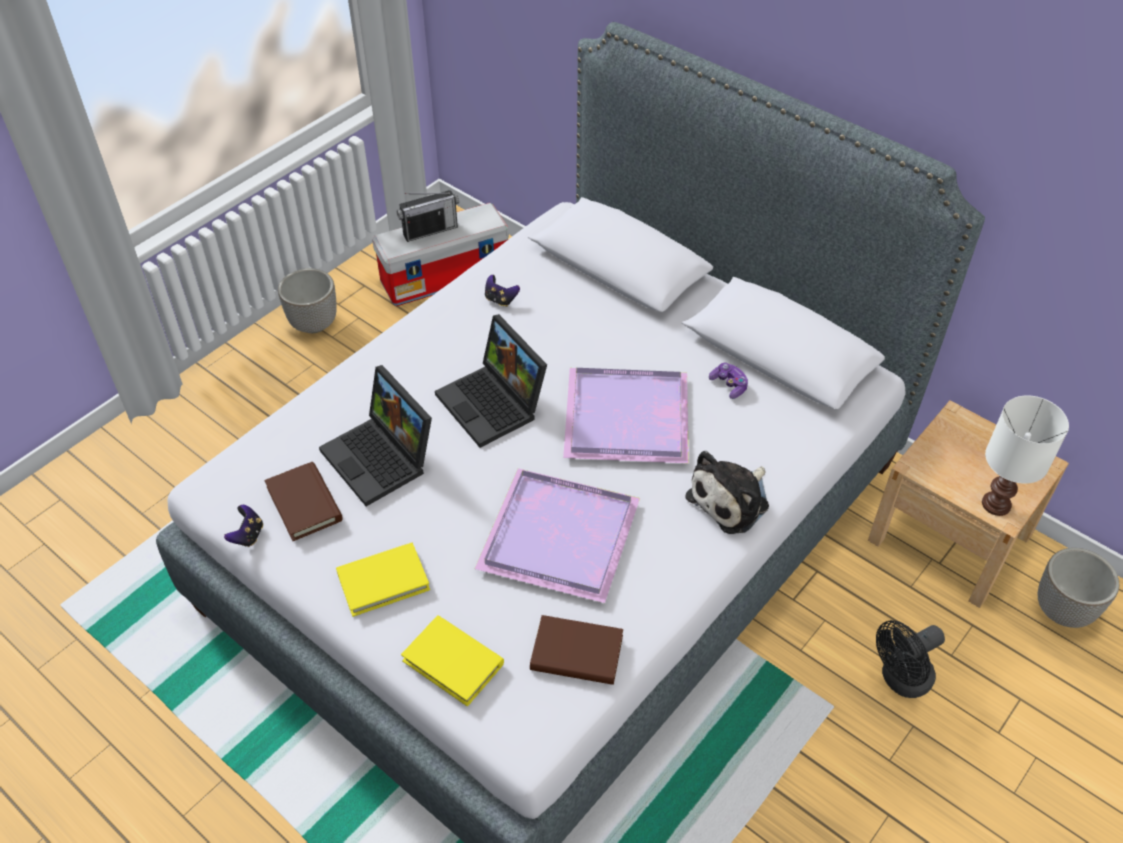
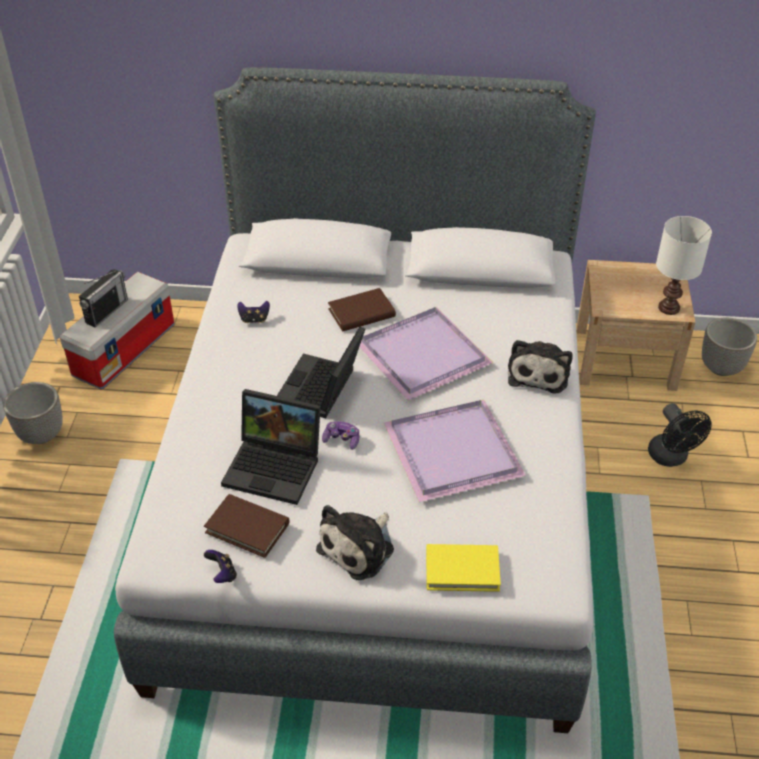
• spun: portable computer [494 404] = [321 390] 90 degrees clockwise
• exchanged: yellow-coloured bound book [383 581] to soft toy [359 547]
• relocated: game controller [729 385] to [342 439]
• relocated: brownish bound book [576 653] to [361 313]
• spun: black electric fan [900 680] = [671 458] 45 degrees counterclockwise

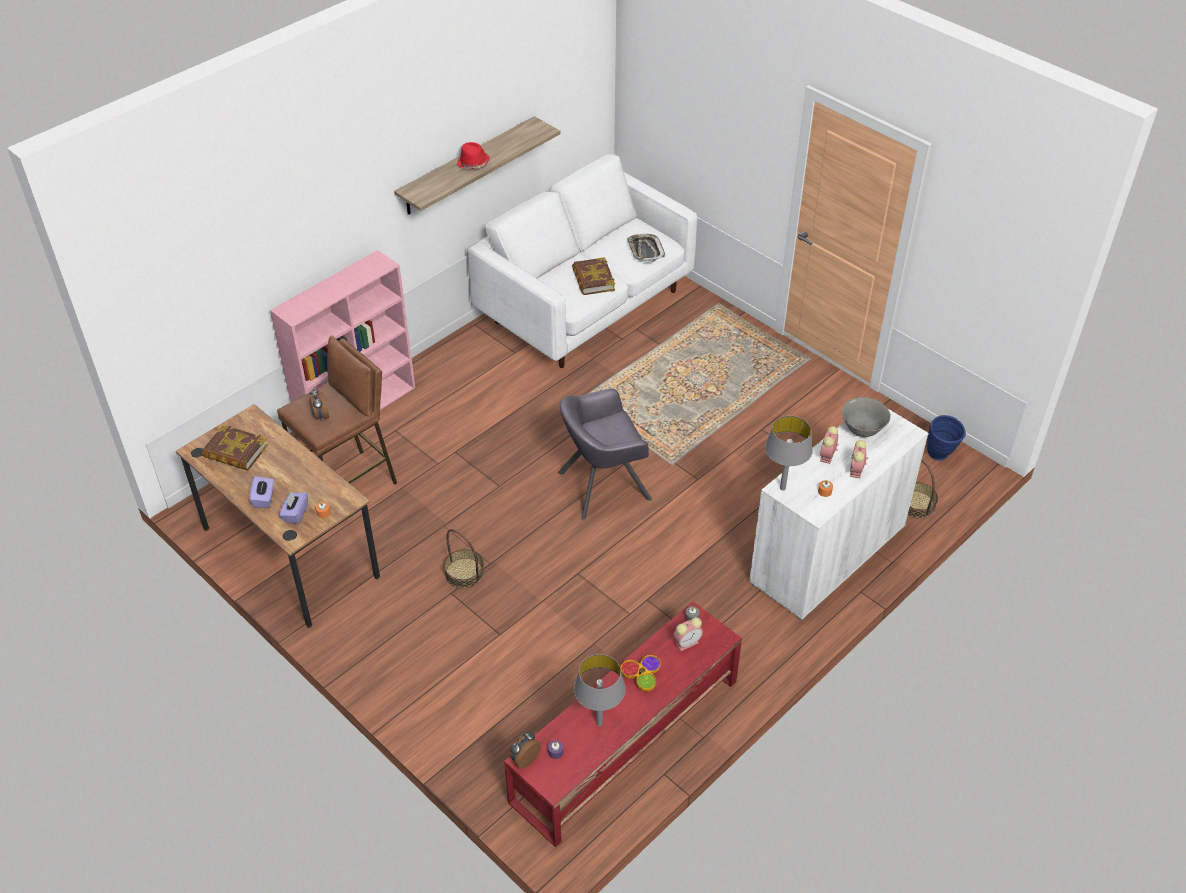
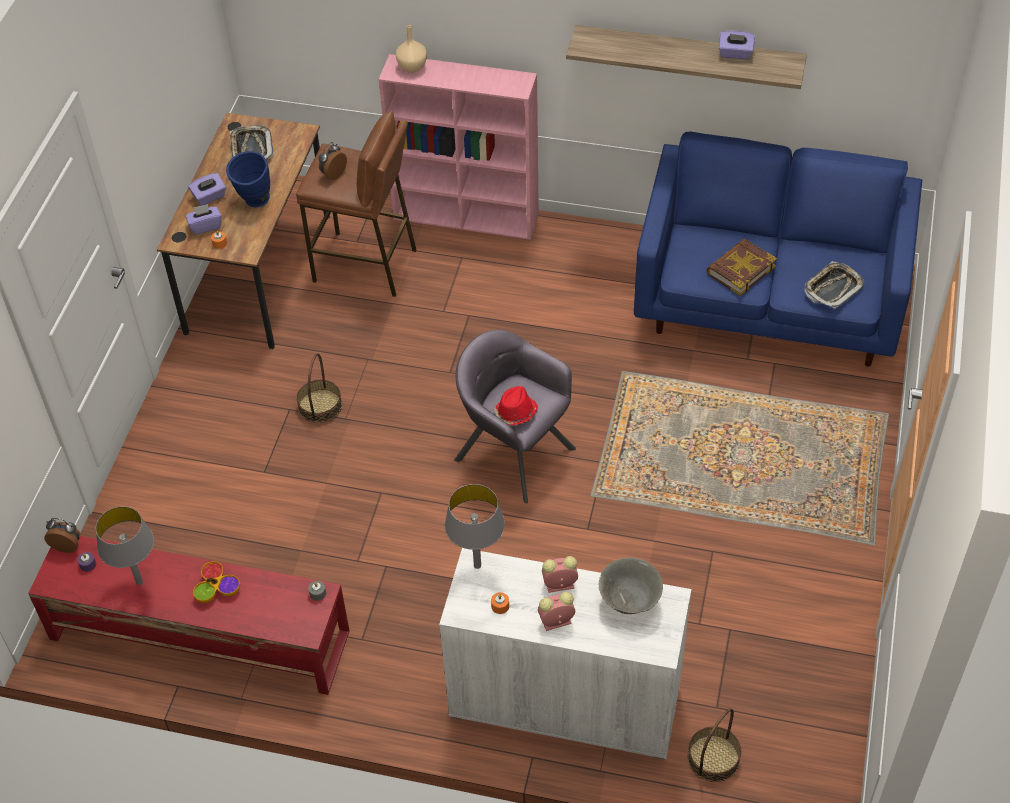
• relocated: blue vase [940 456] to [254 203]
• exchanged: bound book [235 452] to carrying tray [251 148]
• appeared: beige-coloured vase [411 67]
• relocated: red hat [473 164] to [515 413]
• colour: white-coloured couch [585 307] to blue couch [769 304]
• appeared: purplish tissue box [735 54]
• missing: table clock [687 642]

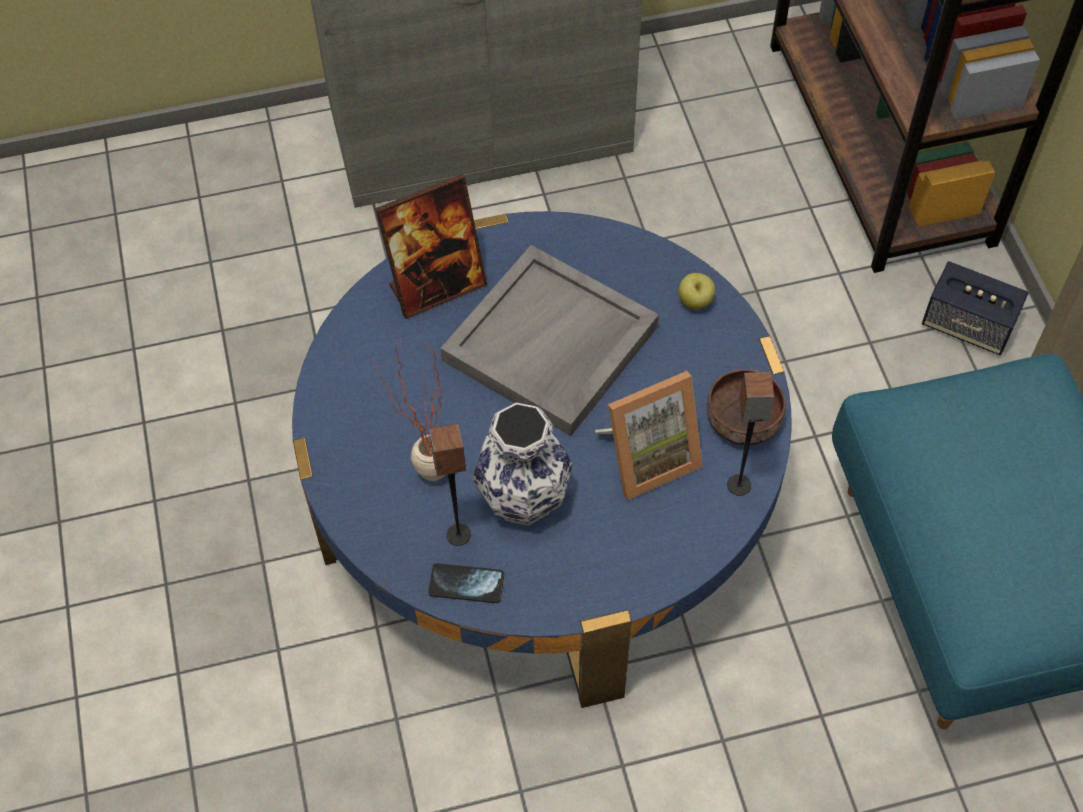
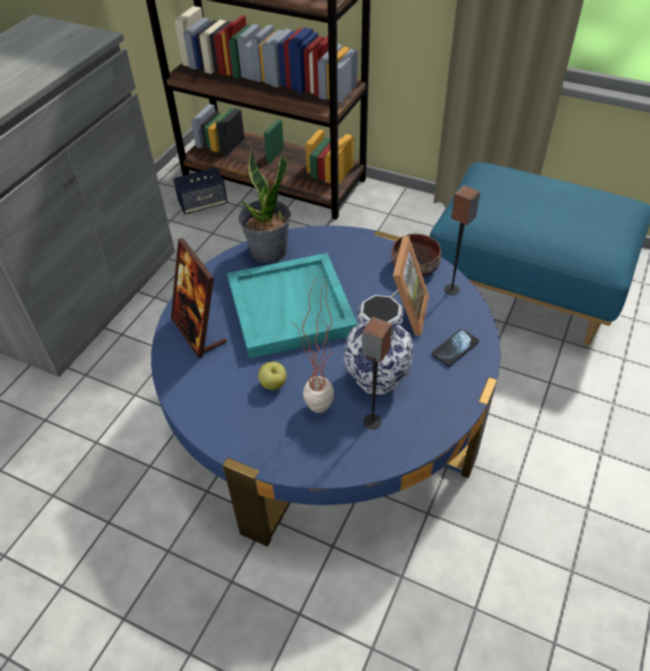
• spun: picture frame [437 287] = [199 331] 135 degrees clockwise
• relocated: loudspeaker [967 325] to [203 204]
• colour: gray carrying tray [550 345] to turquoise-coloured carrying tray [292 308]
• appeared: houseplant [268 251]
• relocated: apple fruit [695 302] to [273 384]
• relocated: telephone [466 584] to [455 348]

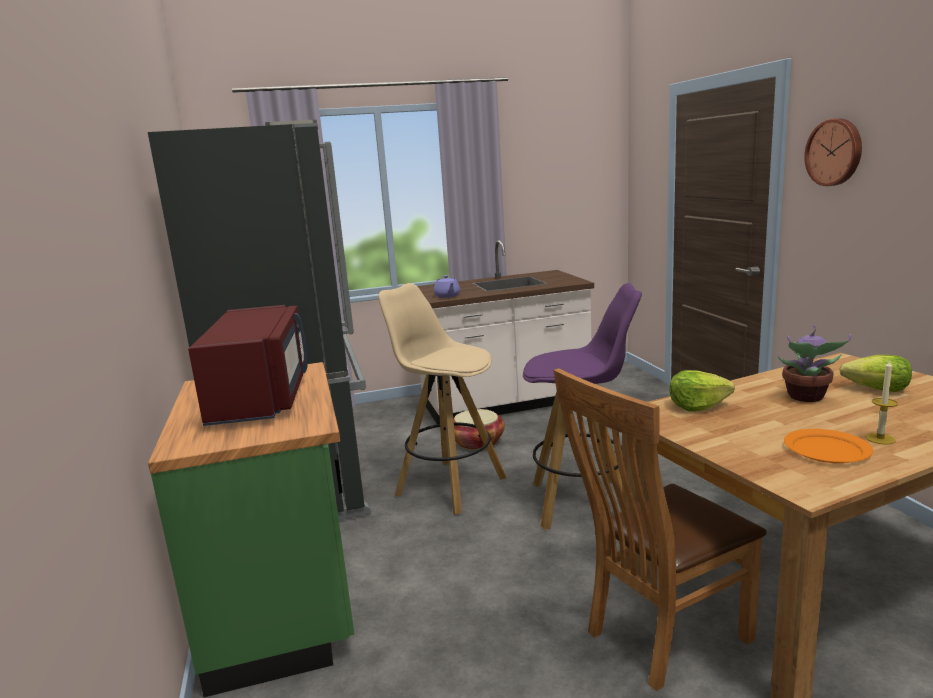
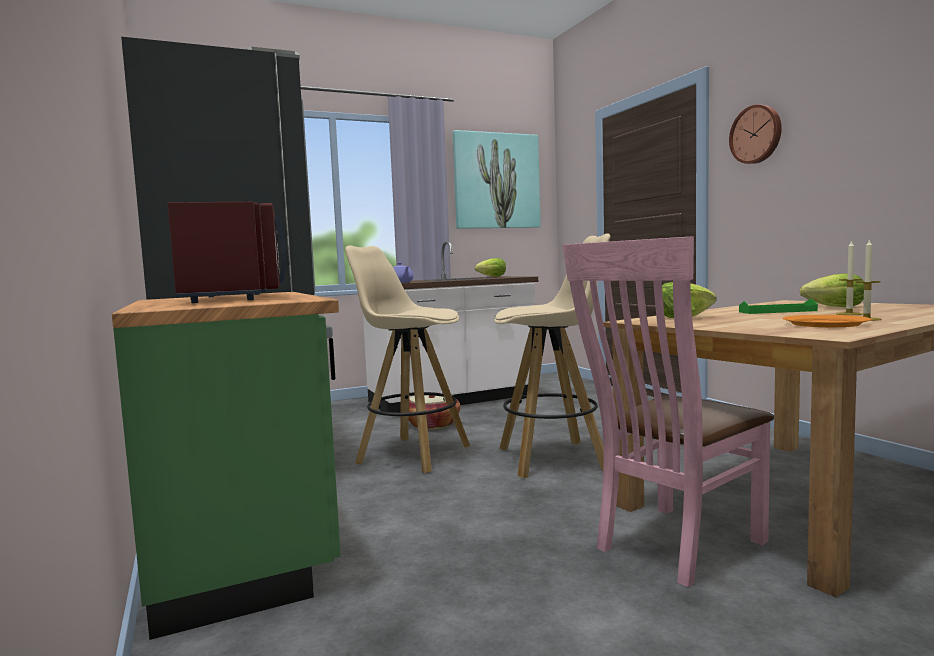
• appeared: wall picture [496 181]
• appeared: head of lettuce [492 276]
• colour: purplish sitting stool [583 503] to beige-coloured sitting stool [554 459]
• colour: brownish upright chair [659 637] to pinkish upright chair [672 546]
• exchanged: houseplant [806 397] to green-coloured carrying tray [777 311]
• appeared: wax light [849 314]

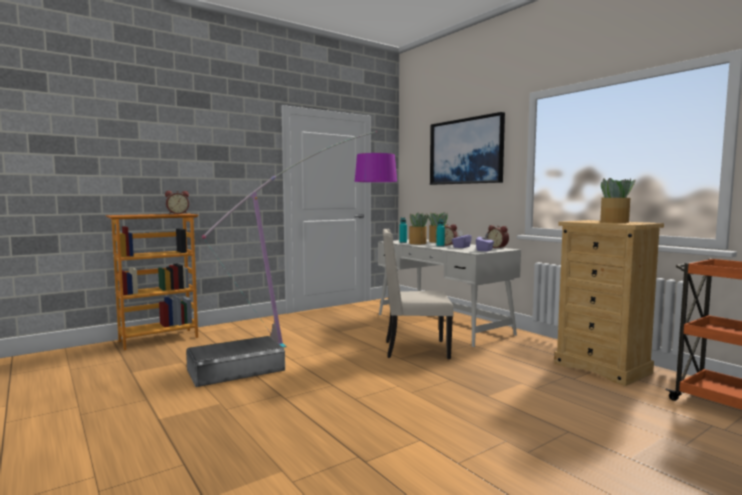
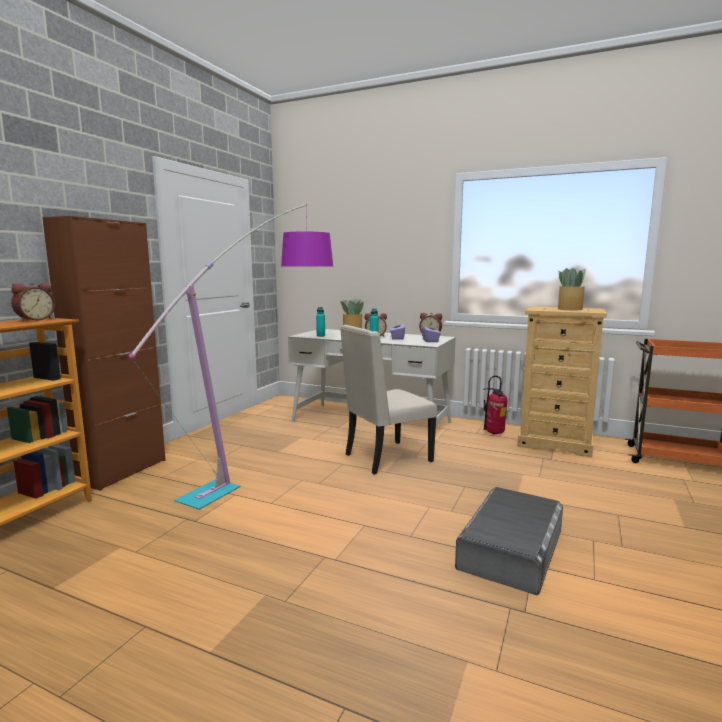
• appeared: brownish cabinet [122 471]
• relocated: gray storage container [236 370] to [510 548]
• appeared: extinguisher [494 433]
• missing: houseplant [417 243]
• missing: wall picture [466 151]

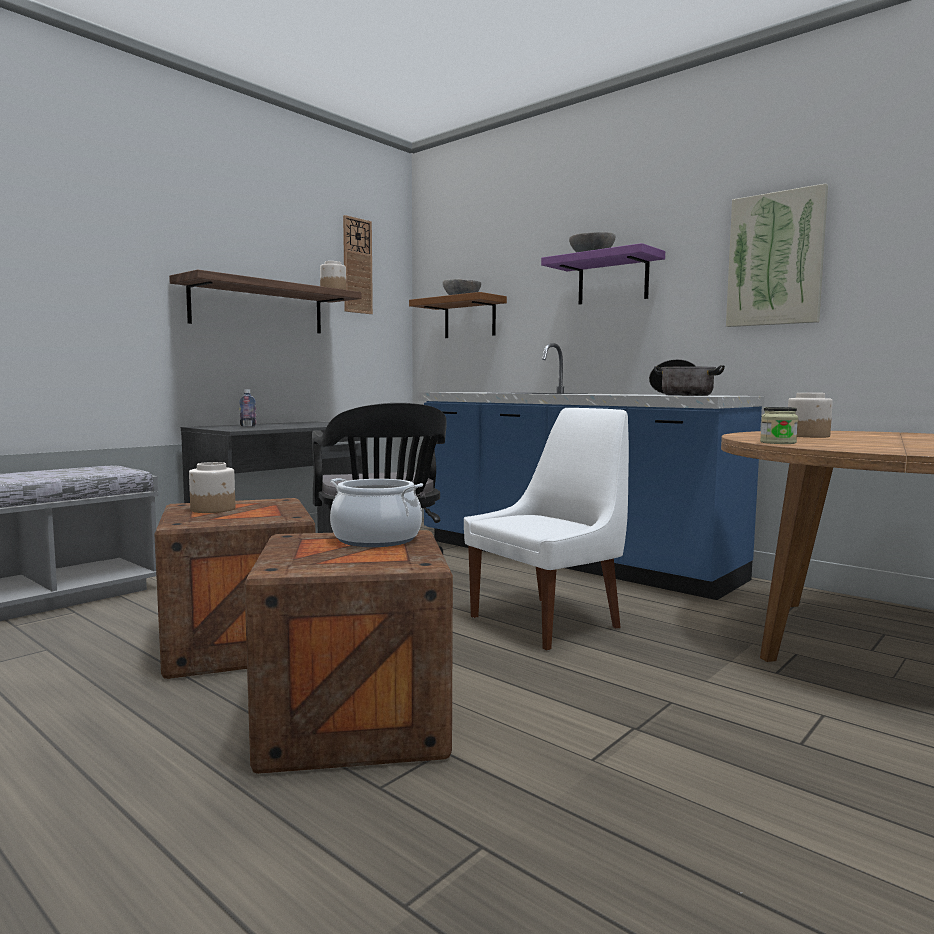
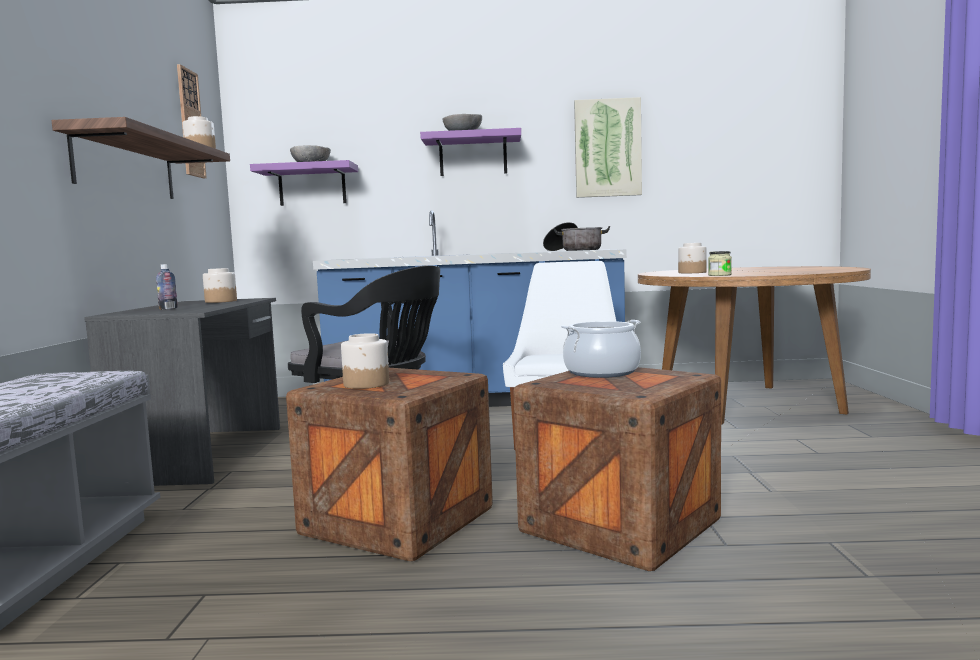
• appeared: storage jar [220 301]
• colour: brownish wall shelf [470 318] to purplish wall shelf [312 185]

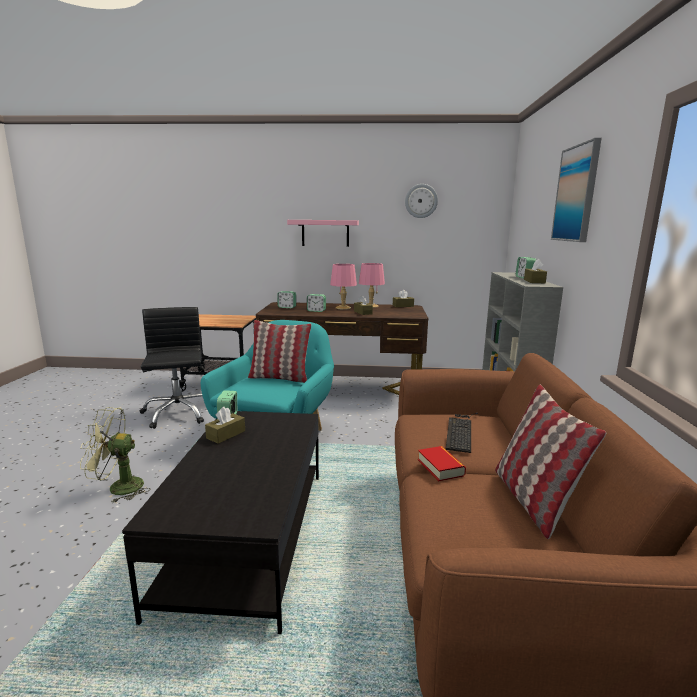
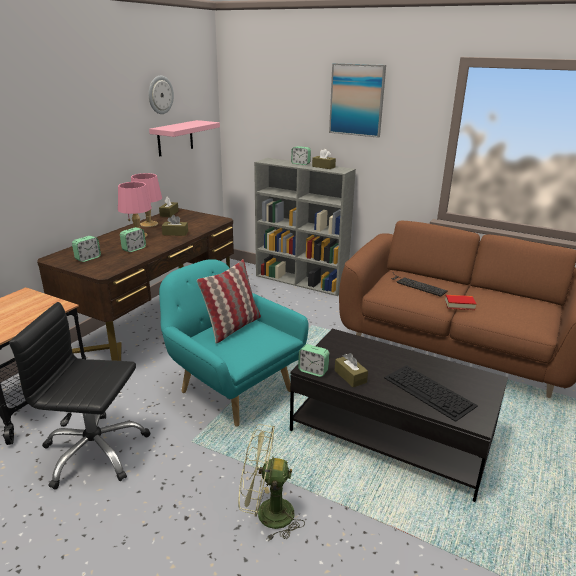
• relocated: pinkish wall shelf [325 233] to [175 138]
• spun: green-coloured electric fan [118 488] = [266 514] 75 degrees clockwise
• appeared: PC keyboard [430 391]
• missing: cushion [533 500]

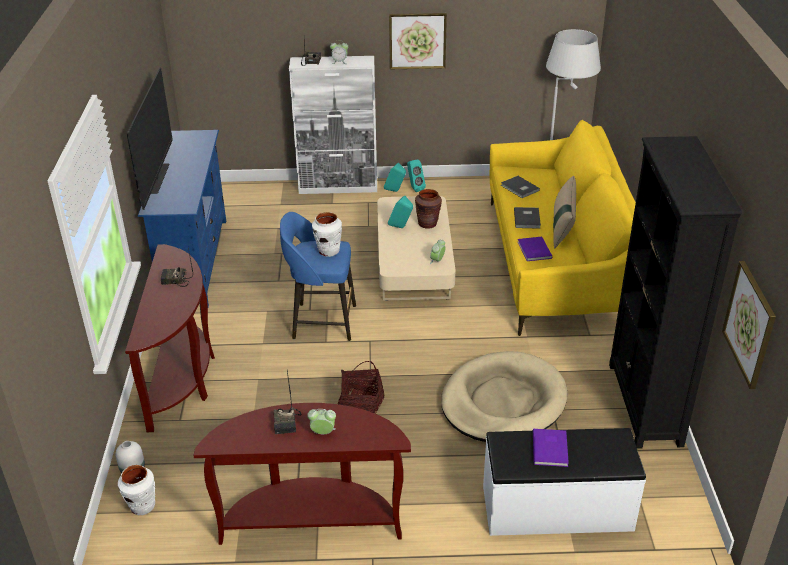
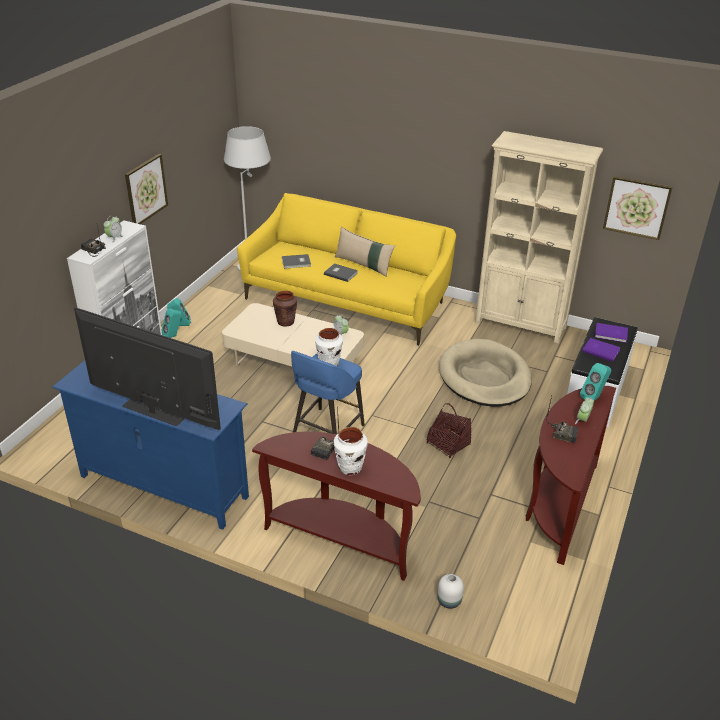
• relocated: white-coloured vase [142 506] to [350 468]
• colour: black bookcase [644 404] to beige-coloured bookcase [521 324]
• relocated: turquoise-coloured loudspeaker [401 227] to [593 398]
• relocated: purplish bound book [533 250] to [611 334]

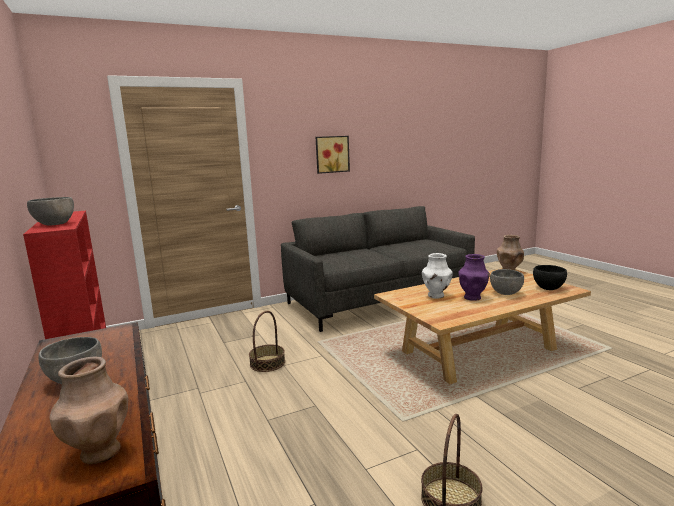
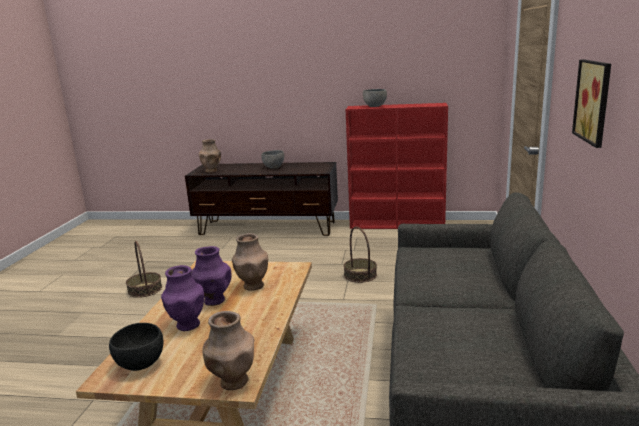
• exchanged: gray serving bowl [505 293] to purplish vase [187 325]
• colour: white-coloured vase [436 296] to brownish vase [253 286]

